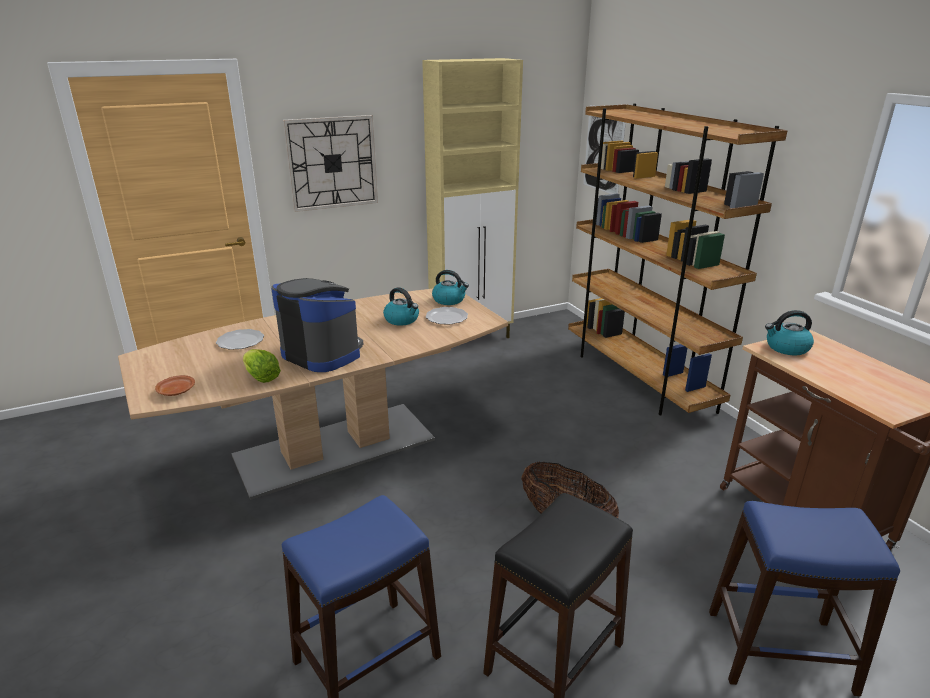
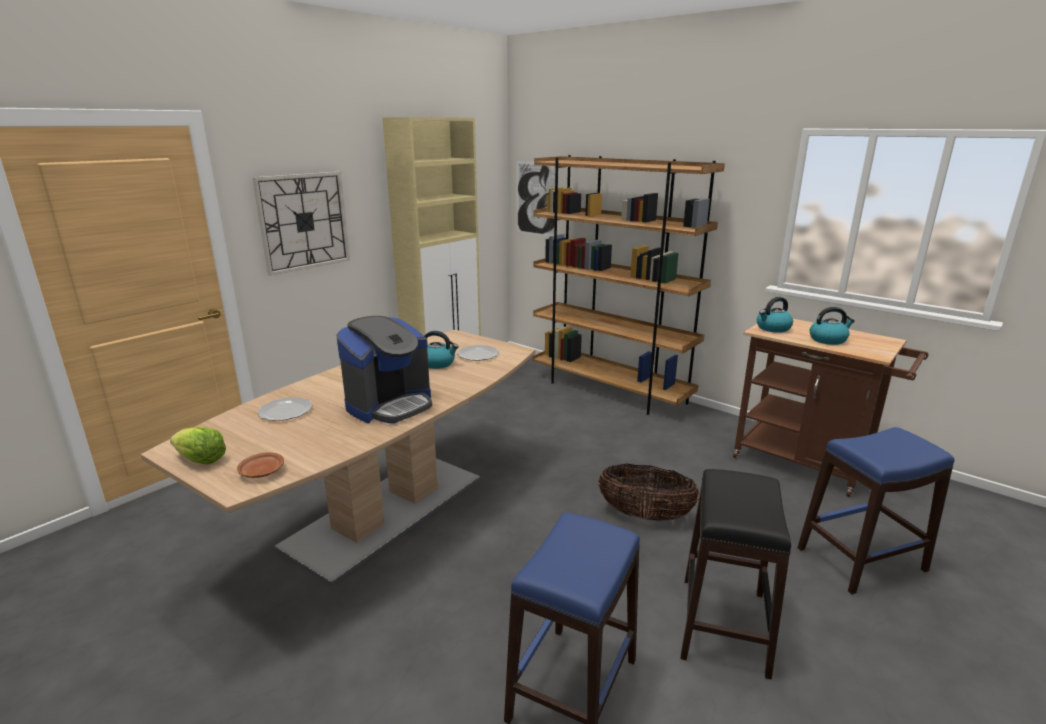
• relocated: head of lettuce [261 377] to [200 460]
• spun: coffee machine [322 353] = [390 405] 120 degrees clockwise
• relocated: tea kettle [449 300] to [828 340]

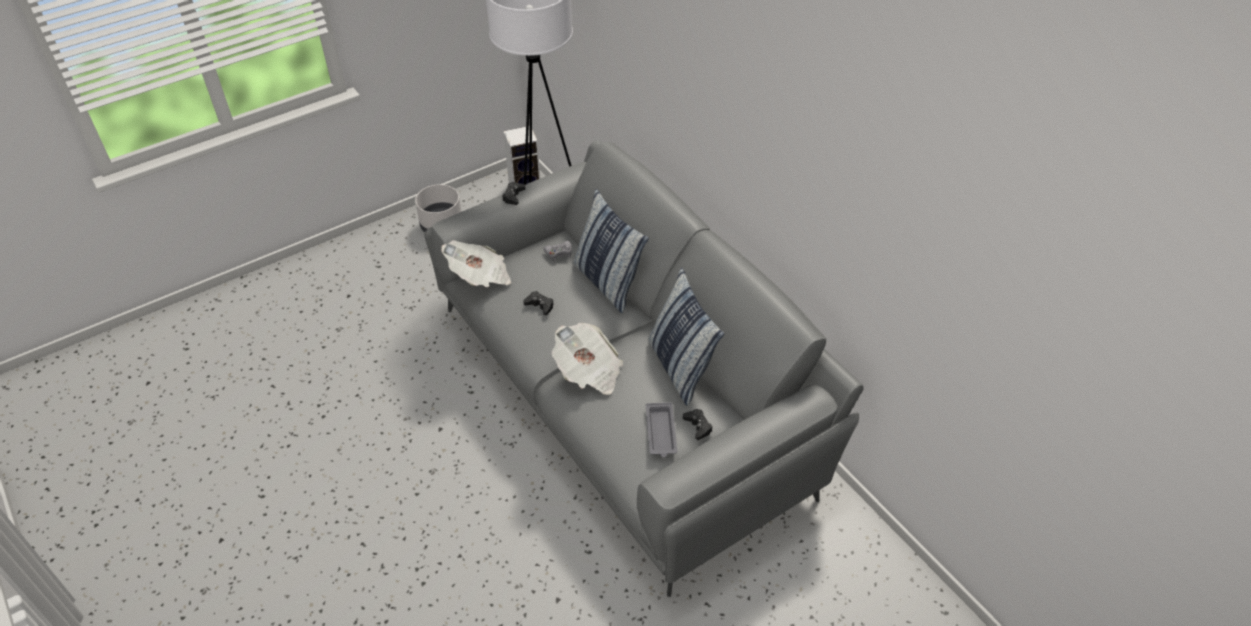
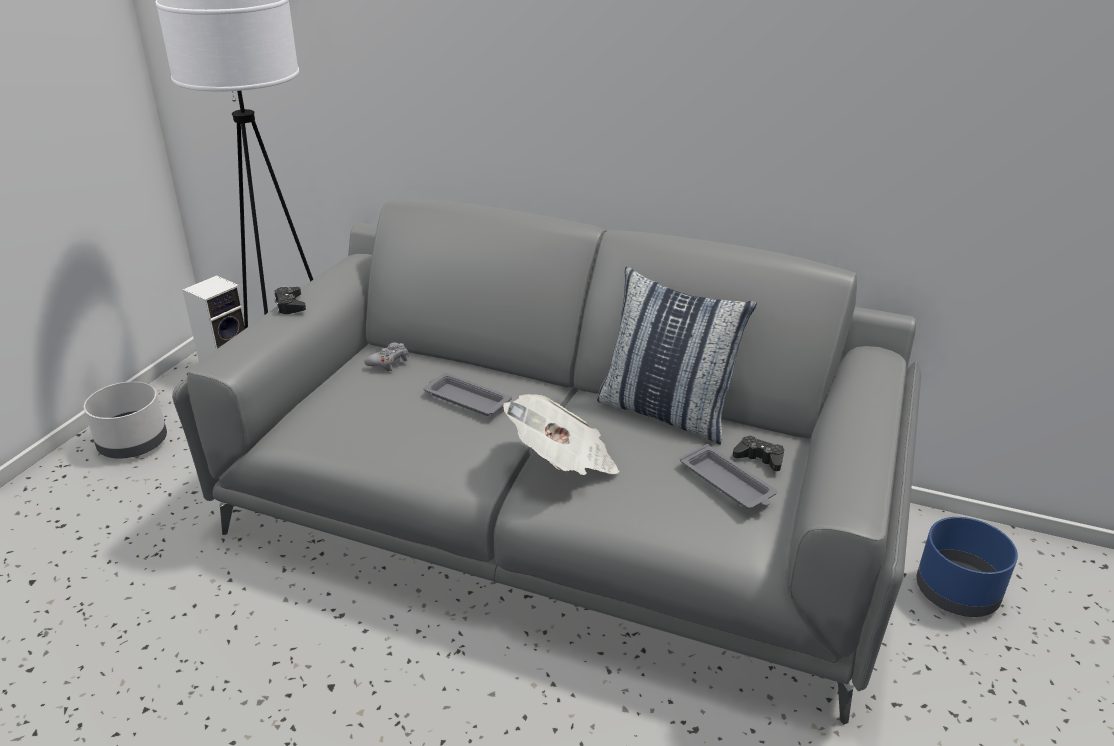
• appeared: gray carrying tray [465 399]
• appeared: blue flower pot [957 592]
• missing: daily paper [479 275]
• missing: black game controller [540 305]
• missing: cushion [608 282]

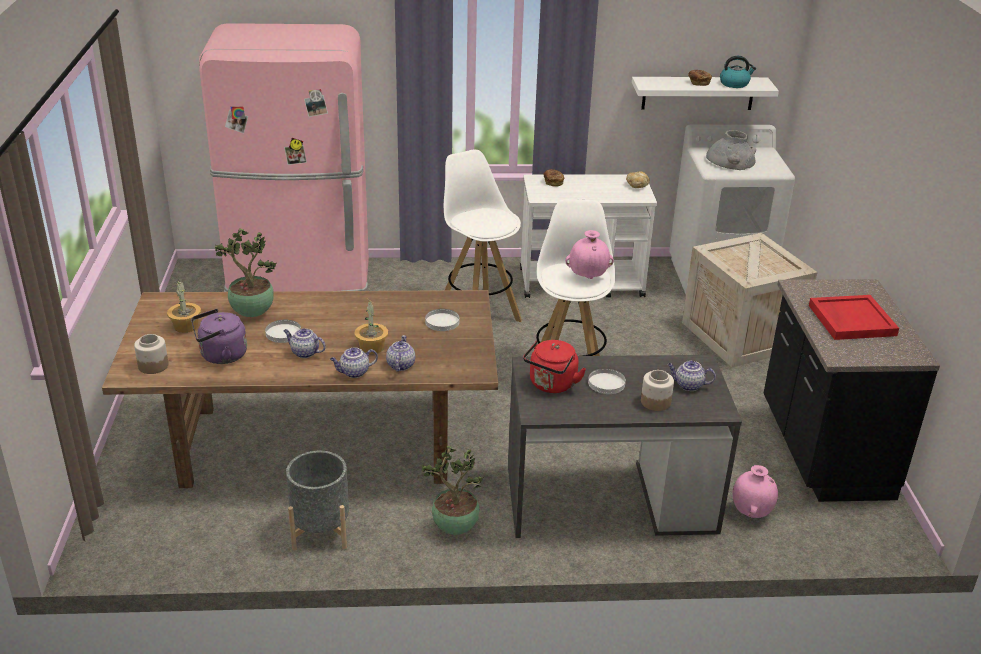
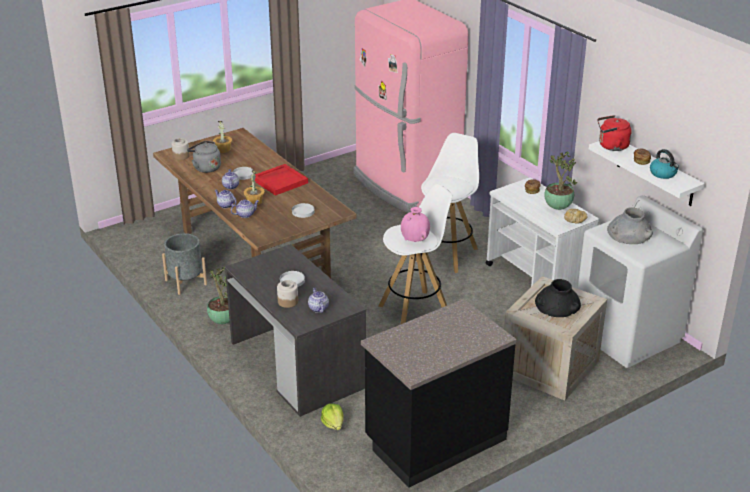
• colour: purplish tea kettle [220 356] to gray tea kettle [205 167]
• relocated: red carrying tray [851 320] to [280 181]
• exchanged: pinkish vase [751 512] to head of lettuce [333 424]
• appeared: black vase [557 305]
• relocated: houseplant [251 313] to [557 207]
• relocated: red tea kettle [551 385] to [611 146]

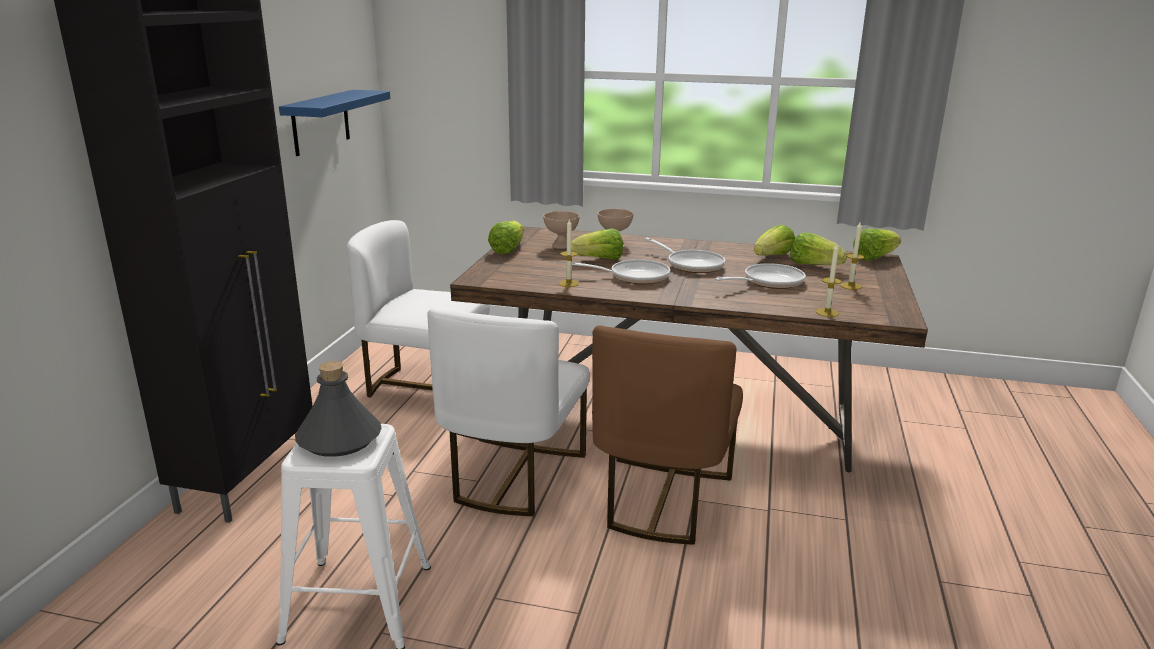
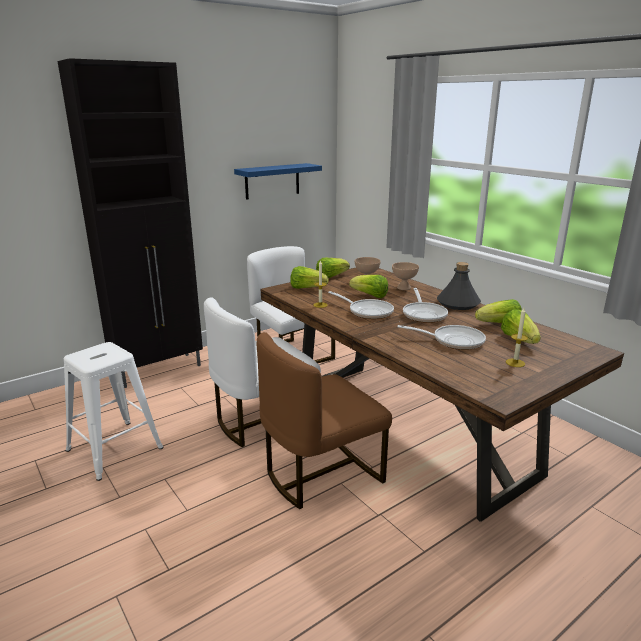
• relocated: head of lettuce [874 257] to [307 288]
• relocated: gray beverage bottle [340 439] to [458 304]
• missing: wax light [827 312]

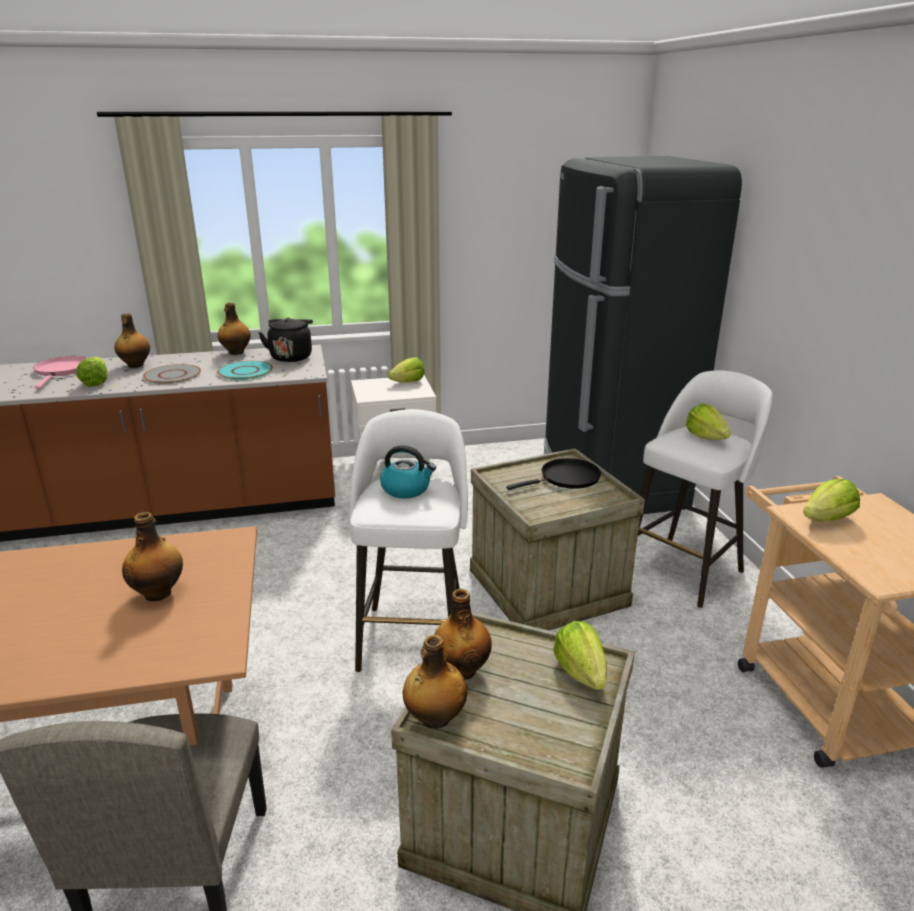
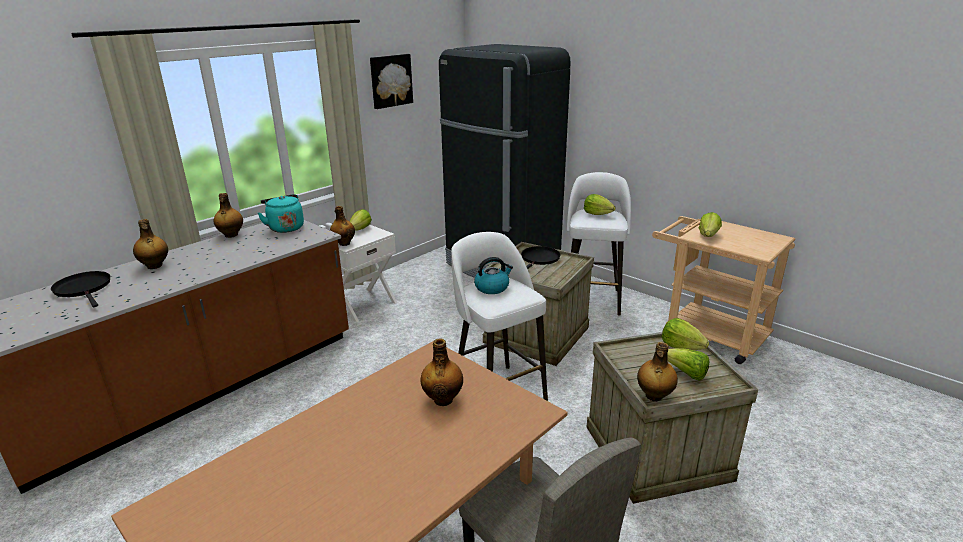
• colour: pinkish pan [62 371] to black pan [84 289]
• colour: black tea kettle [291 357] to turquoise-coloured tea kettle [285 227]
• relocated: beverage bottle [462 669] to [344 243]
• appeared: wall picture [390 80]
• relocated: head of lettuce [96 382] to [685 374]
• missing: gray flat dish [173 375]
• missing: turquoise-coloured flat dish [245 371]

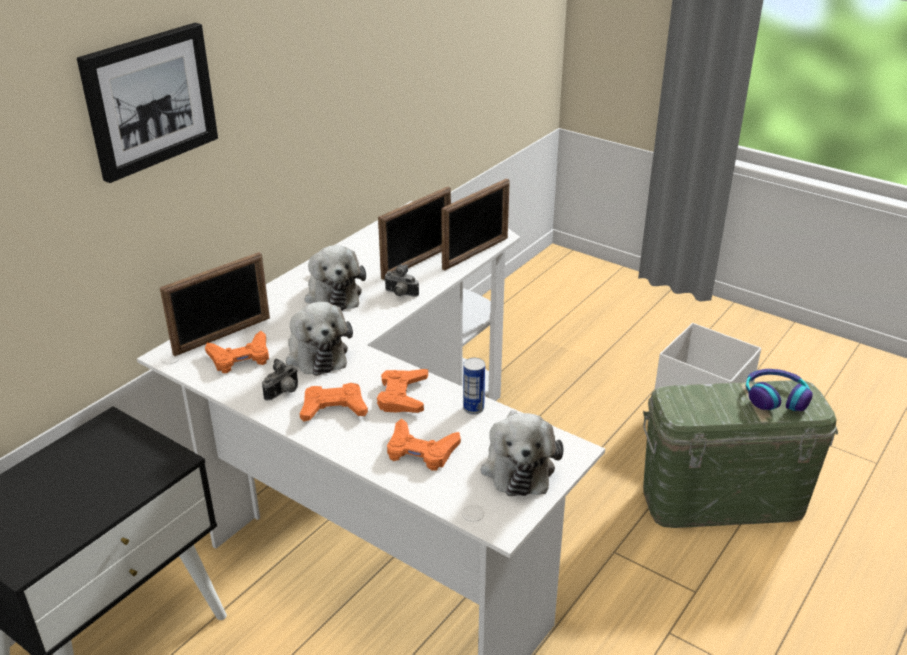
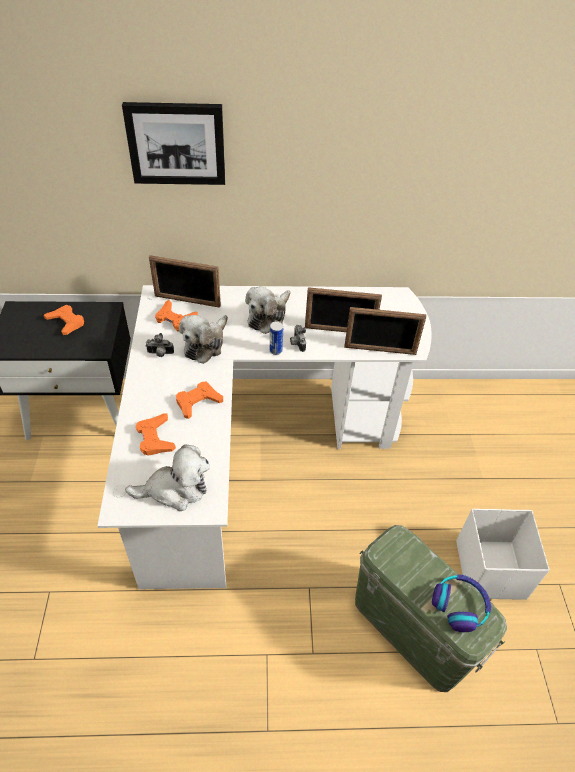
• relocated: orangey game controller [333 408] to [66 322]
• spun: soft toy [517 466] = [175 489] 150 degrees counterclockwise
• relocated: can [473 408] to [276 350]

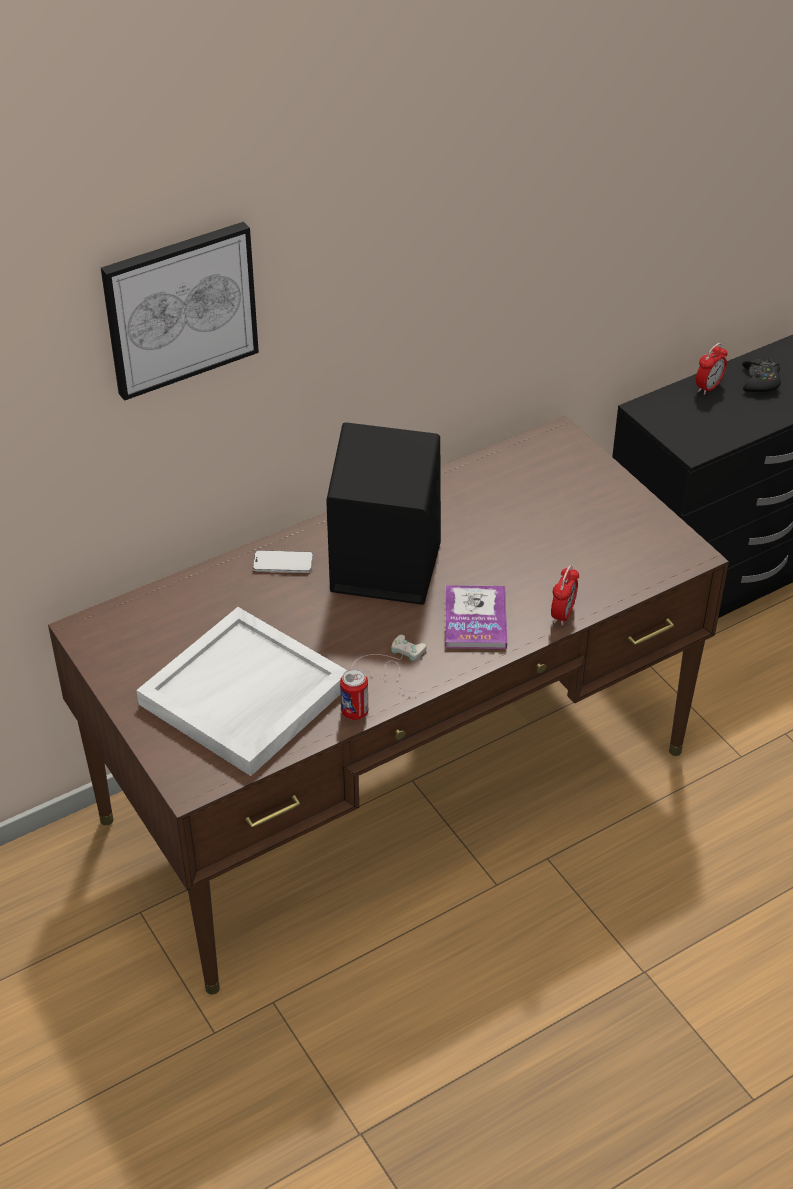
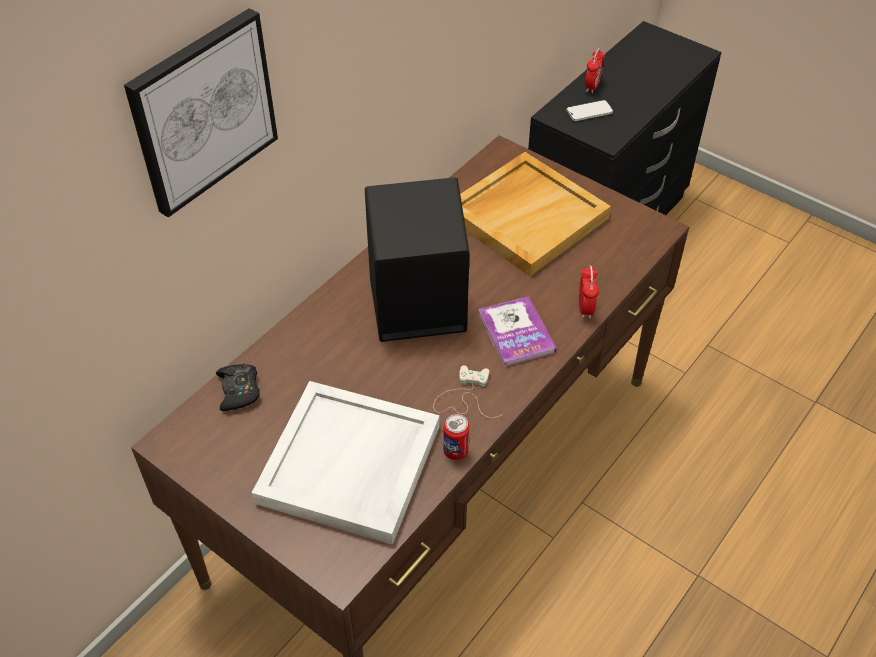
• relocated: black game controller [760 381] to [239 390]
• appeared: beige-coloured carrying tray [526 216]
• relocated: telephone [283 563] to [589 112]

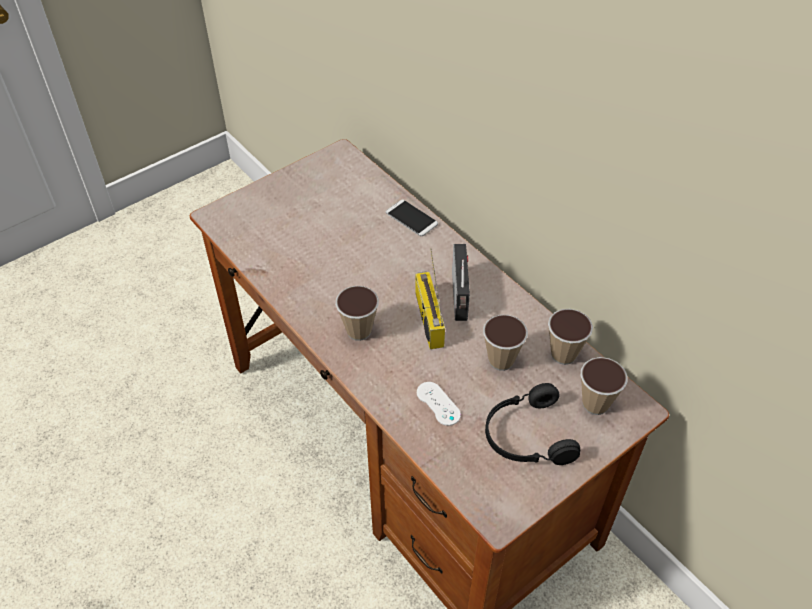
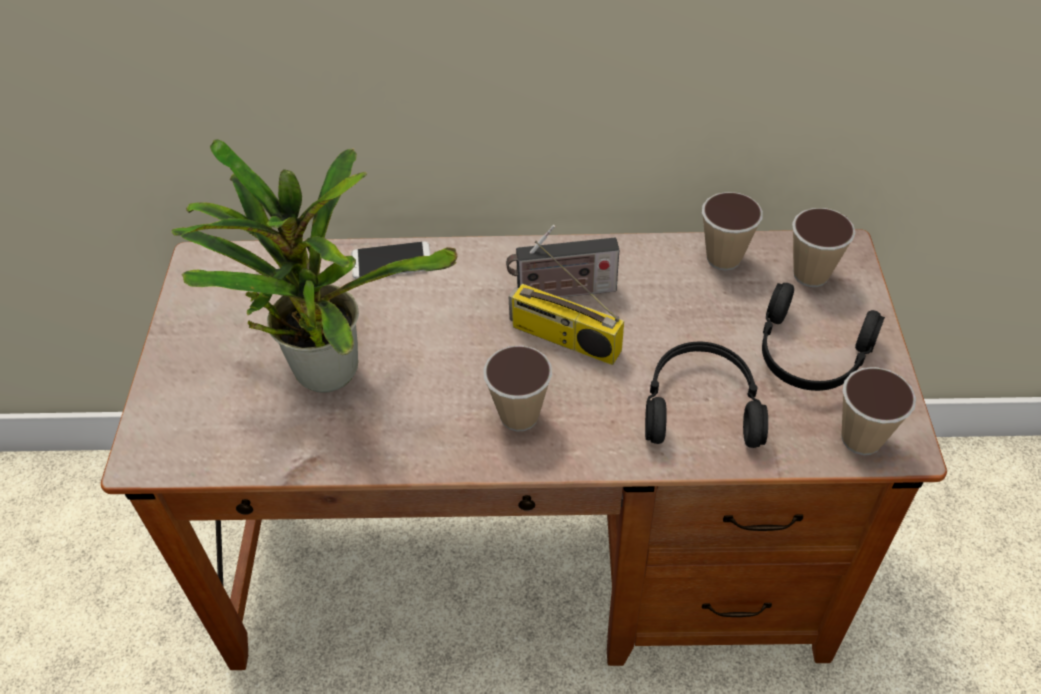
• appeared: houseplant [323 365]
• spun: radio receiver [460 298] = [561 292] 135 degrees clockwise
• exchanged: white-coloured game controller [438 403] to black pair of headphones [700 405]
• relocated: small cup [501 360] to [861 439]

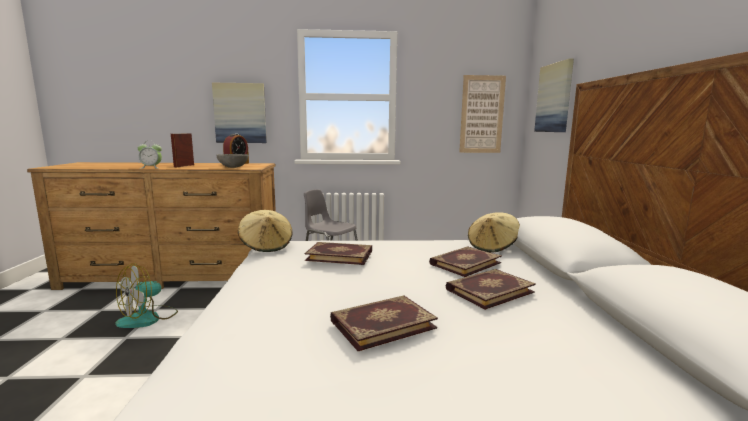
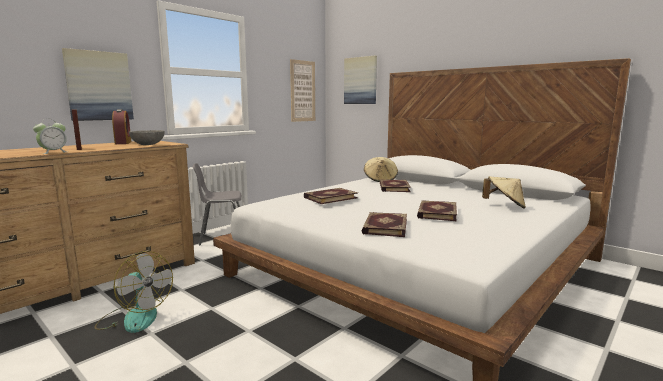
• spun: electric fan [148 318] = [135 317] 45 degrees counterclockwise
• relocated: bound book [488 290] to [384 227]
• relocated: beige-coloured hat [266 246] to [504 206]

